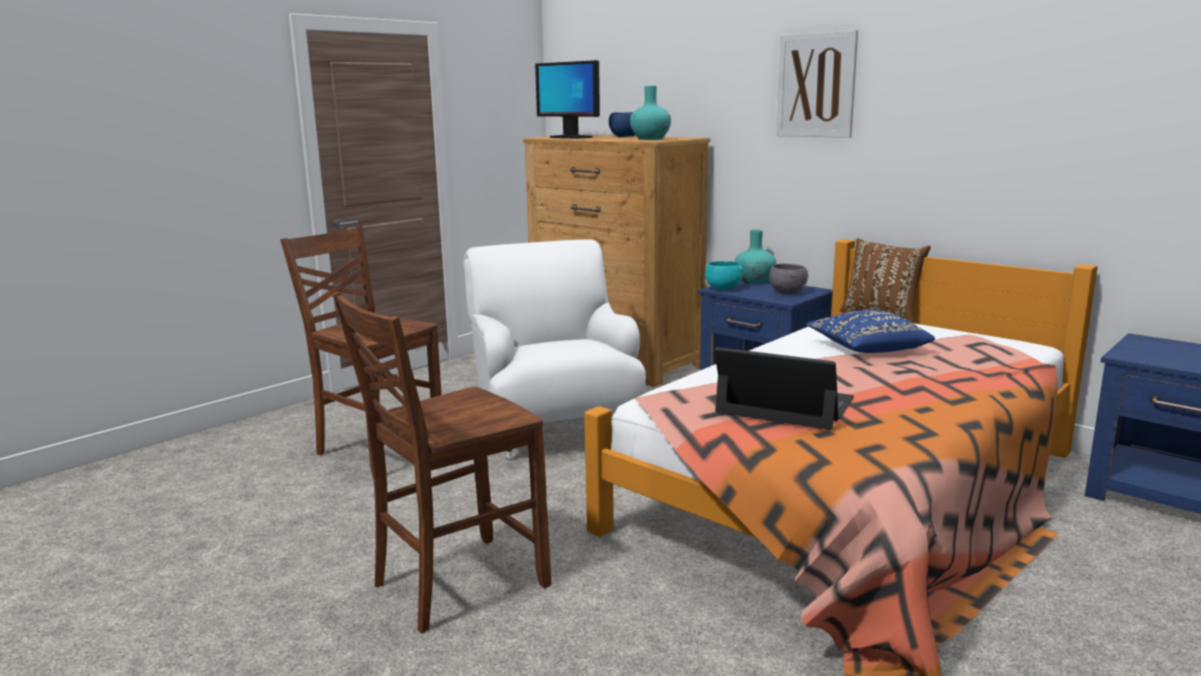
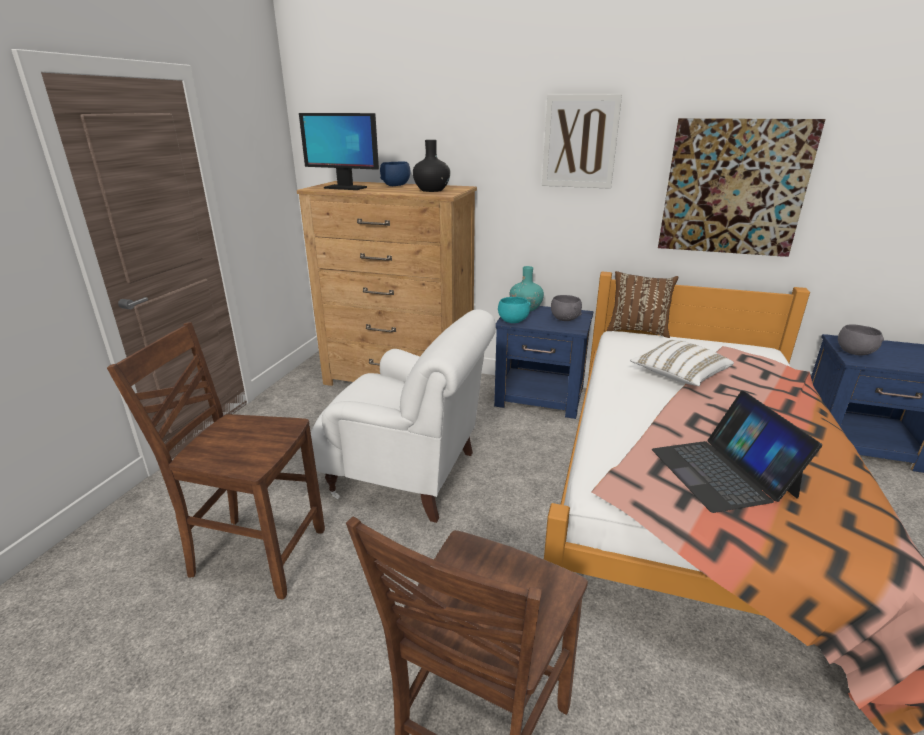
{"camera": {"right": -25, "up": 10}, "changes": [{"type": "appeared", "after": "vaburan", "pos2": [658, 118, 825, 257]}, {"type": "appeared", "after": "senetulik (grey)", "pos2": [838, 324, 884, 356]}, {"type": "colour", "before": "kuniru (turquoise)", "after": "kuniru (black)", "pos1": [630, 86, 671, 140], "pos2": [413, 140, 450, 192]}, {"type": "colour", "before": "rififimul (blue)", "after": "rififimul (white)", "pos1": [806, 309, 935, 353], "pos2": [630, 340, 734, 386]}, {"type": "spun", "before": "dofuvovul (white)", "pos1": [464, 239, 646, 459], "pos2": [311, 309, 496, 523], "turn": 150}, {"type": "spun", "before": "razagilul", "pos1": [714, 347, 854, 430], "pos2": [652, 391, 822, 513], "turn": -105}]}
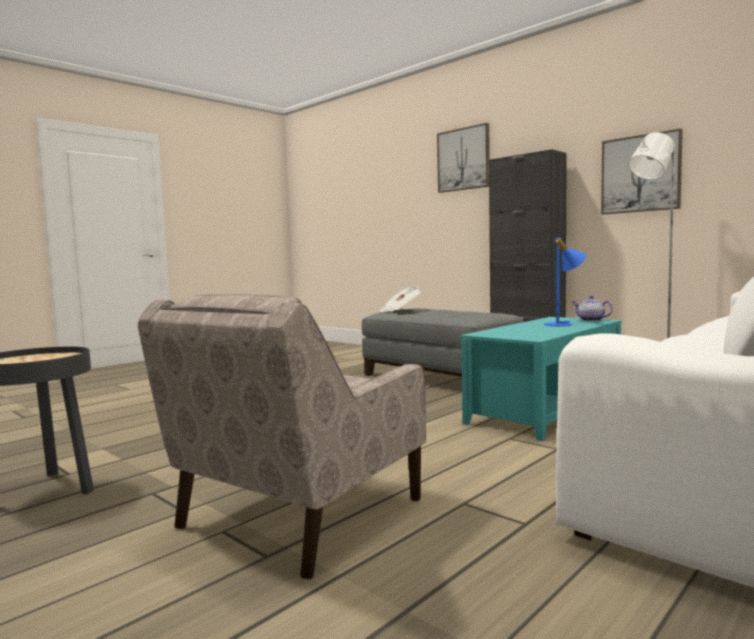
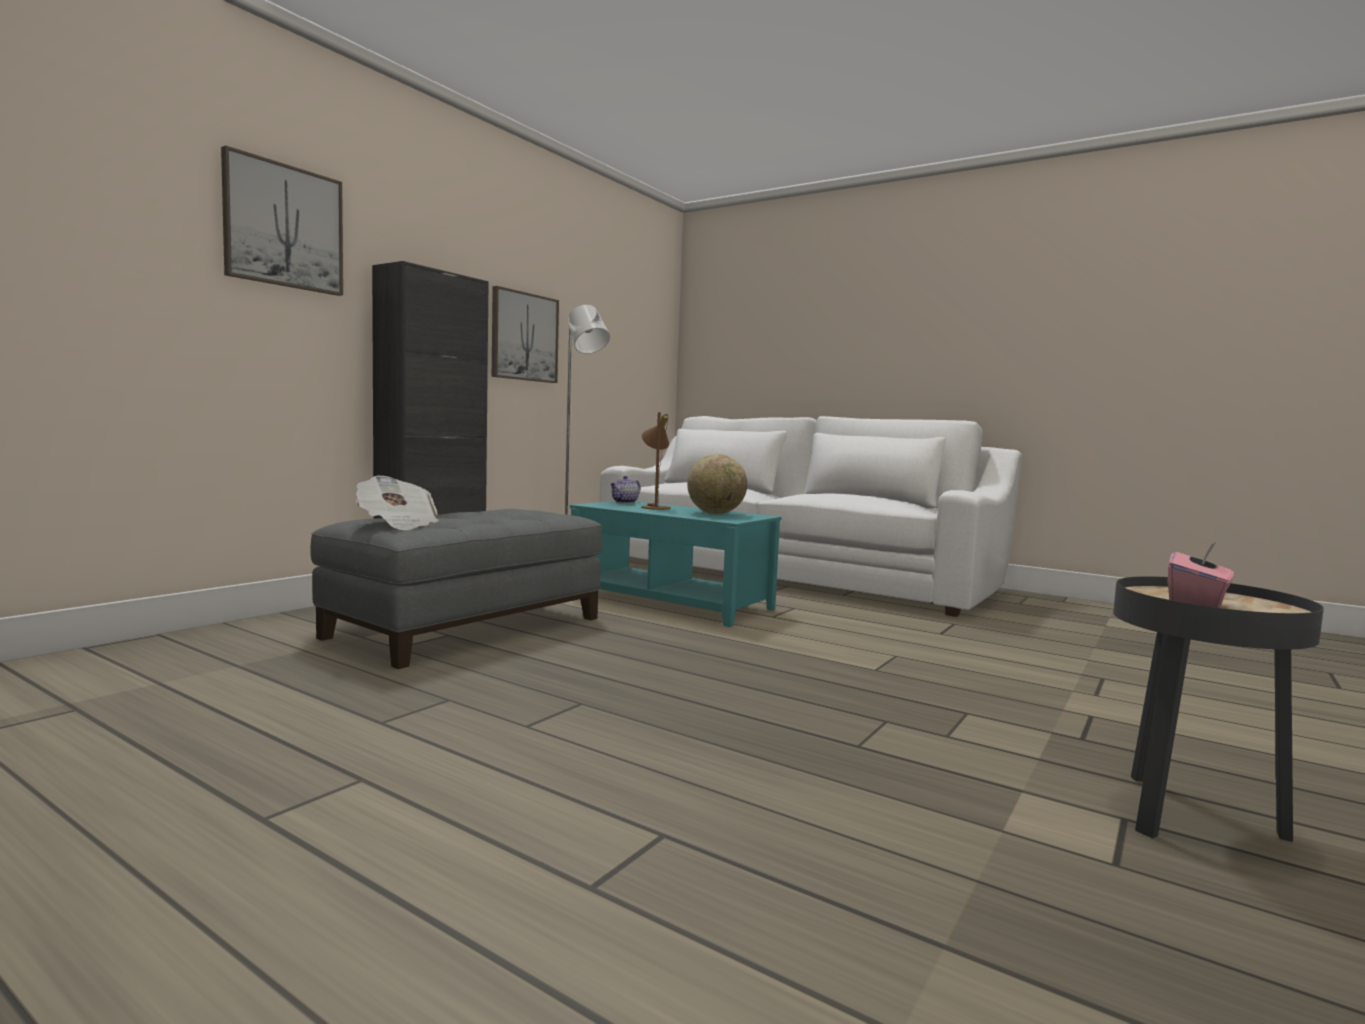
{"camera": {"right": -100, "up": 0}, "changes": [{"type": "missing", "before": "dofuvovul (beige)", "pos1": [138, 294, 426, 579]}, {"type": "appeared", "after": "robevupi", "pos2": [687, 454, 747, 514]}, {"type": "appeared", "after": "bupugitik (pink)", "pos2": [1168, 541, 1234, 608]}, {"type": "colour", "before": "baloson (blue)", "after": "baloson (brown)", "pos1": [544, 237, 586, 326], "pos2": [641, 412, 671, 510]}]}
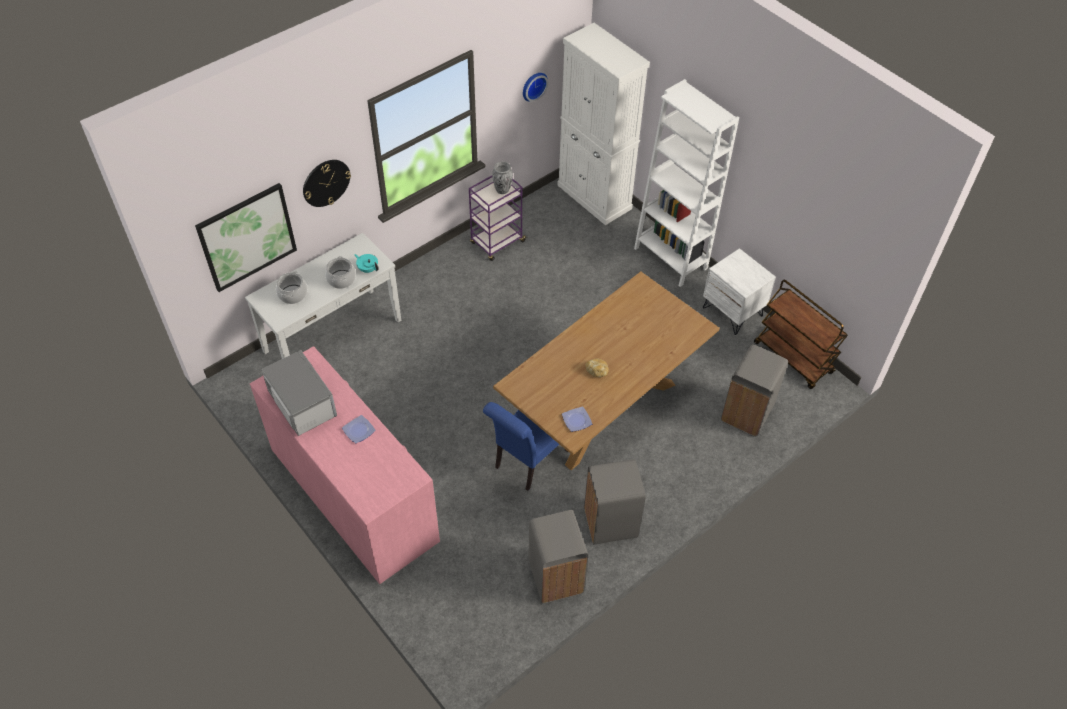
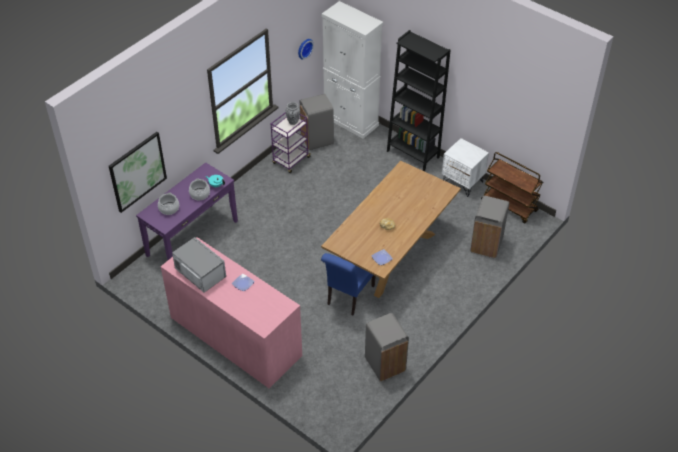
{"camera": {"right": -10, "up": -5}, "changes": [{"type": "missing", "before": "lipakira", "pos1": [303, 160, 351, 207]}, {"type": "relocated", "before": "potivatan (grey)", "pos1": [584, 459, 646, 545], "pos2": [300, 94, 334, 150]}, {"type": "colour", "before": "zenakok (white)", "after": "zenakok (purple)", "pos1": [245, 233, 401, 359], "pos2": [136, 162, 238, 260]}, {"type": "colour", "before": "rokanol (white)", "after": "rokanol (black)", "pos1": [634, 79, 739, 287], "pos2": [387, 30, 451, 171]}]}
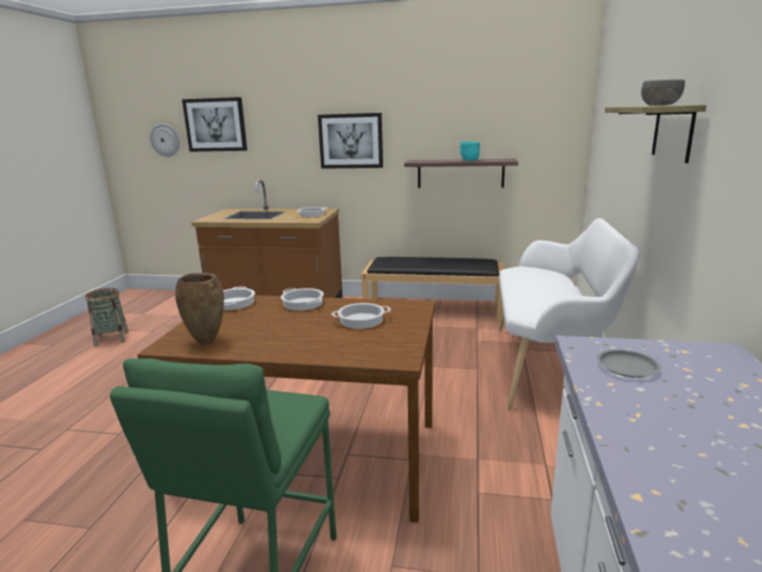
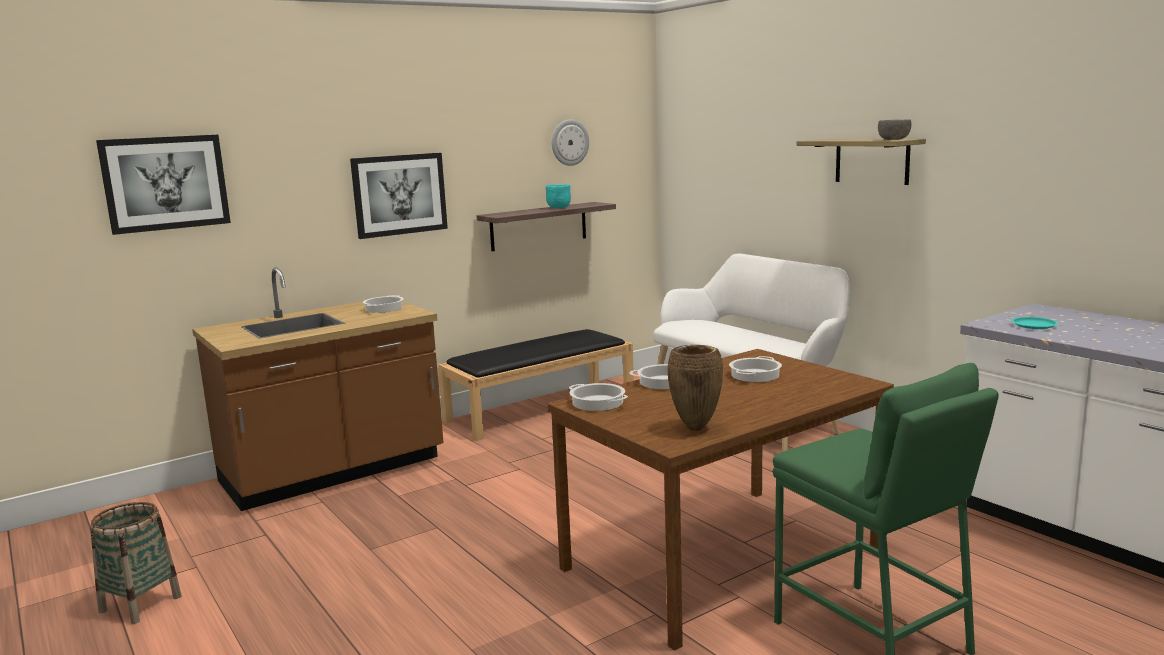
{"camera": {"right": -45, "up": -5}, "changes": [{"type": "relocated", "before": "lipakira", "pos1": [150, 123, 180, 157], "pos2": [552, 119, 589, 166]}, {"type": "colour", "before": "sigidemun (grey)", "after": "sigidemun (turquoise)", "pos1": [597, 350, 661, 378], "pos2": [1011, 317, 1058, 329]}]}
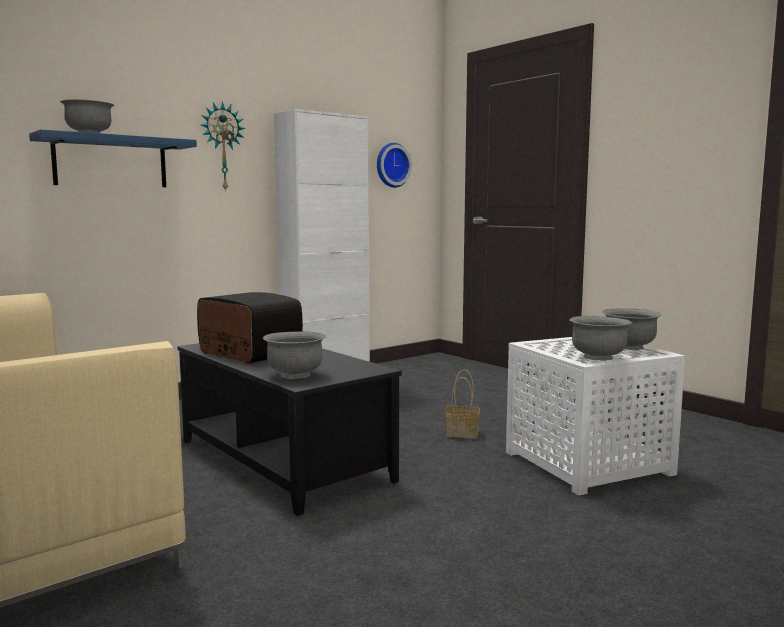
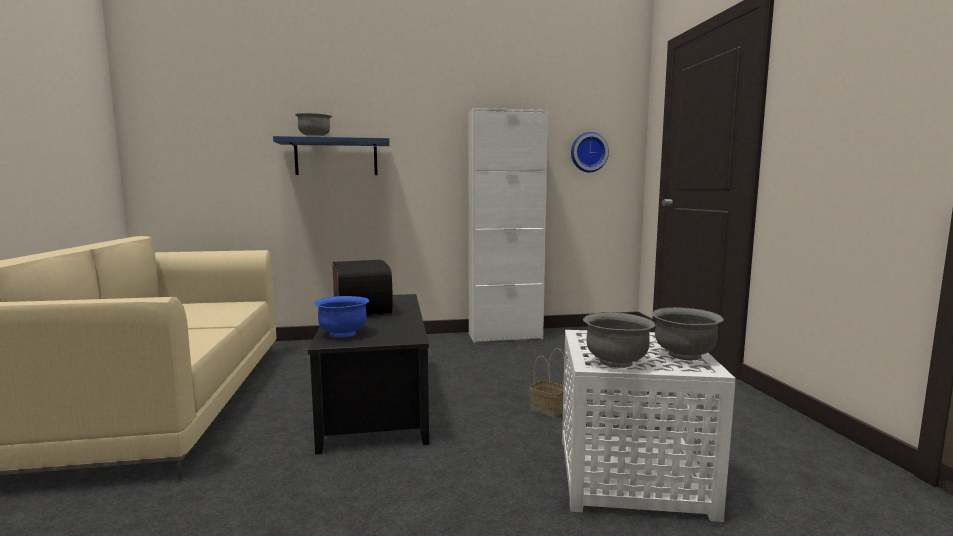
{"camera": {"right": 30, "up": 0}, "changes": [{"type": "missing", "before": "lipakira", "pos1": [201, 101, 245, 192]}, {"type": "colour", "before": "senetulik (grey)", "after": "senetulik (blue)", "pos1": [263, 331, 326, 379], "pos2": [314, 296, 369, 337]}]}
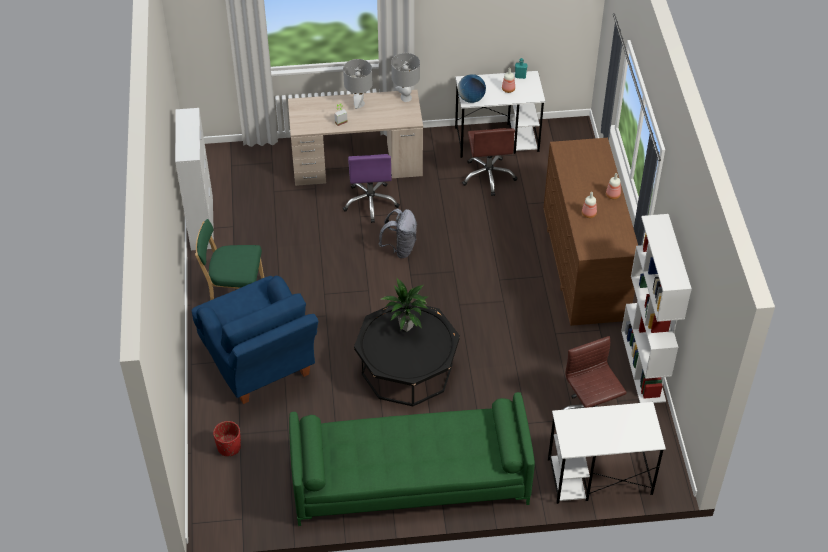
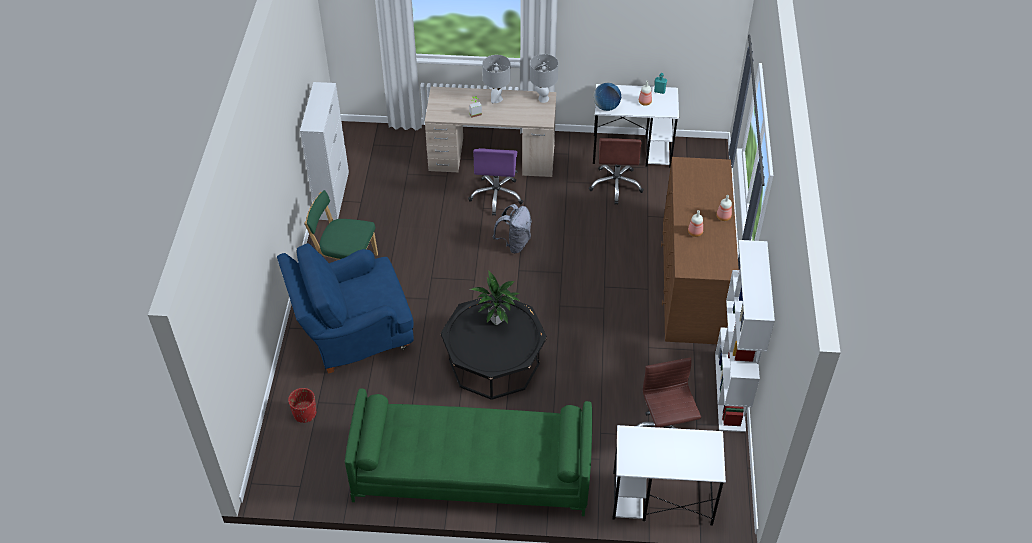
{"camera": {"right": 10, "up": 0}, "changes": [{"type": "spun", "before": "dofuvovul (blue)", "pos1": [192, 276, 319, 404], "pos2": [277, 243, 414, 374], "turn": 90}]}
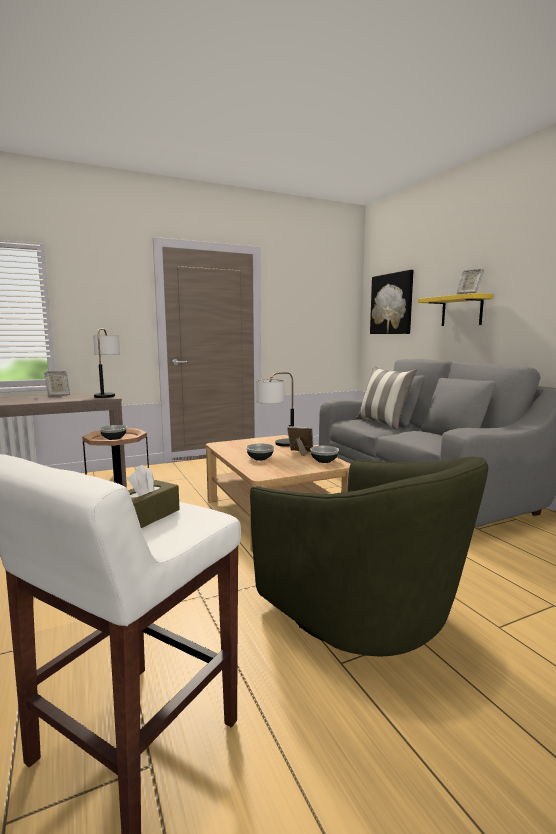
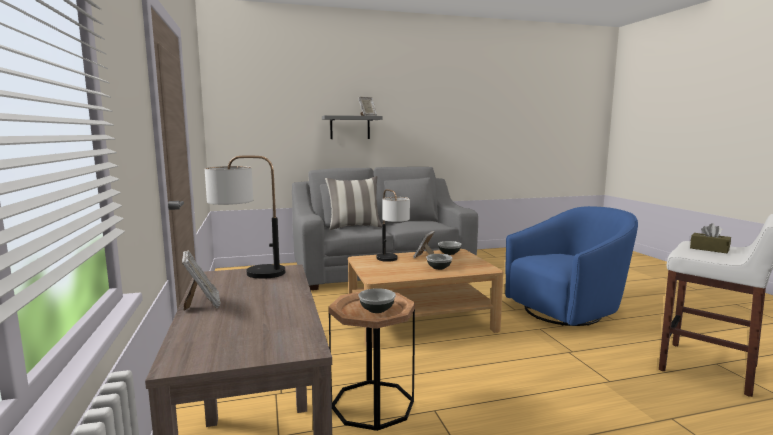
{"camera": {"right": -80, "up": 0}, "changes": [{"type": "missing", "before": "vaburan", "pos1": [370, 270, 414, 334]}, {"type": "colour", "before": "dofuvovul (green)", "after": "dofuvovul (blue)", "pos1": [250, 457, 488, 656], "pos2": [505, 206, 638, 326]}, {"type": "colour", "before": "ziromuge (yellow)", "after": "ziromuge (grey)", "pos1": [418, 293, 493, 326], "pos2": [322, 115, 383, 139]}]}
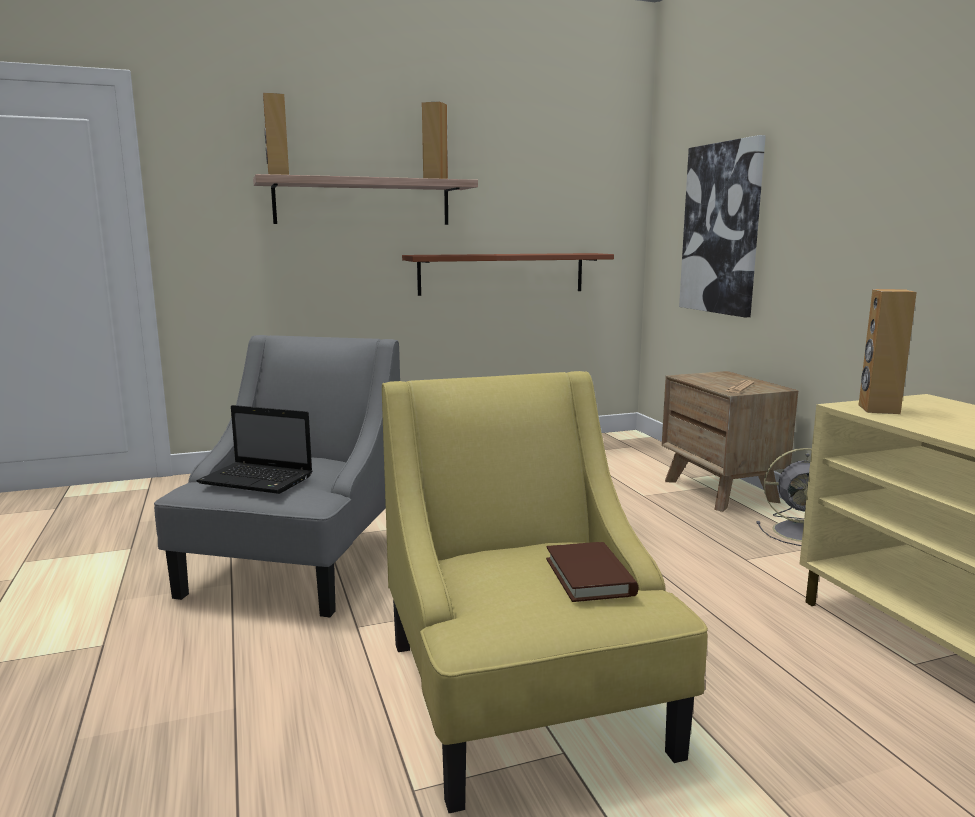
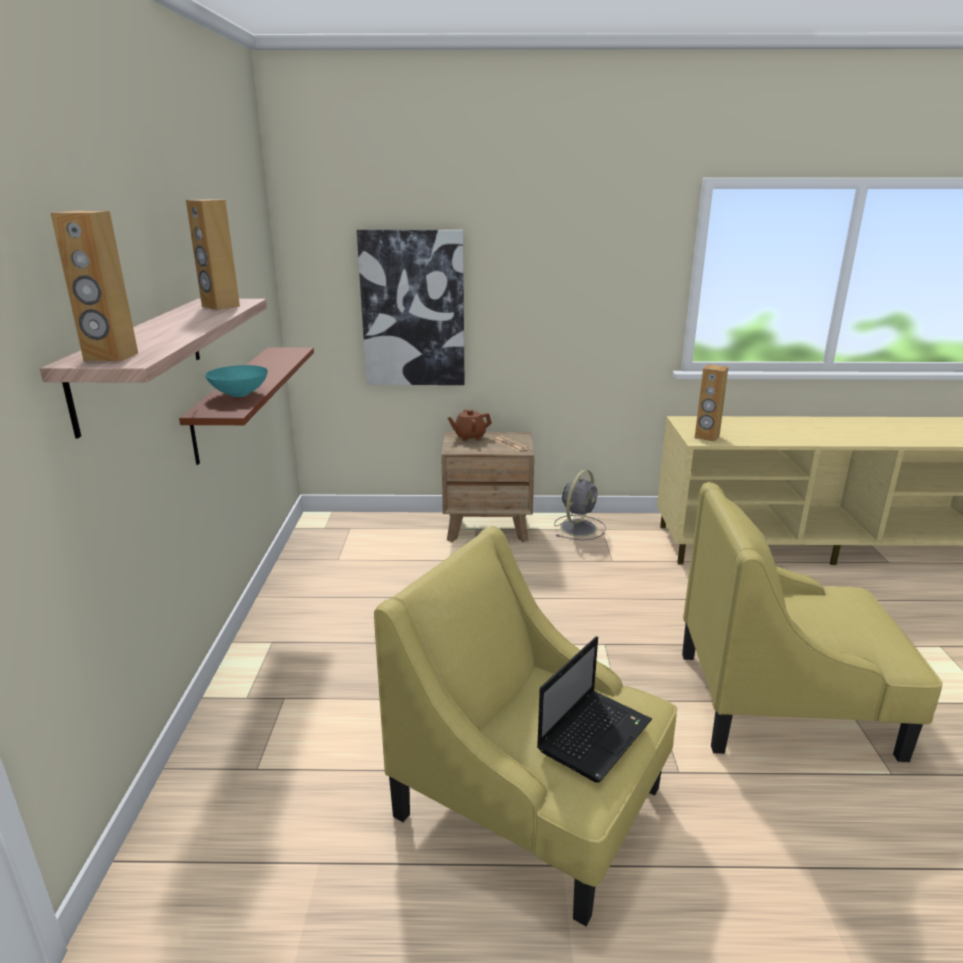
{"camera": {"right": -70, "up": 10}, "changes": [{"type": "missing", "before": "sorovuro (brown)", "pos1": [546, 542, 638, 602]}, {"type": "appeared", "after": "senetulik (turquoise)", "pos2": [205, 365, 268, 397]}, {"type": "appeared", "after": "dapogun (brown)", "pos2": [447, 409, 492, 441]}, {"type": "colour", "before": "dofuvovul (grey)", "after": "dofuvovul (yellow)", "pos1": [154, 335, 400, 617], "pos2": [374, 526, 677, 926]}]}
